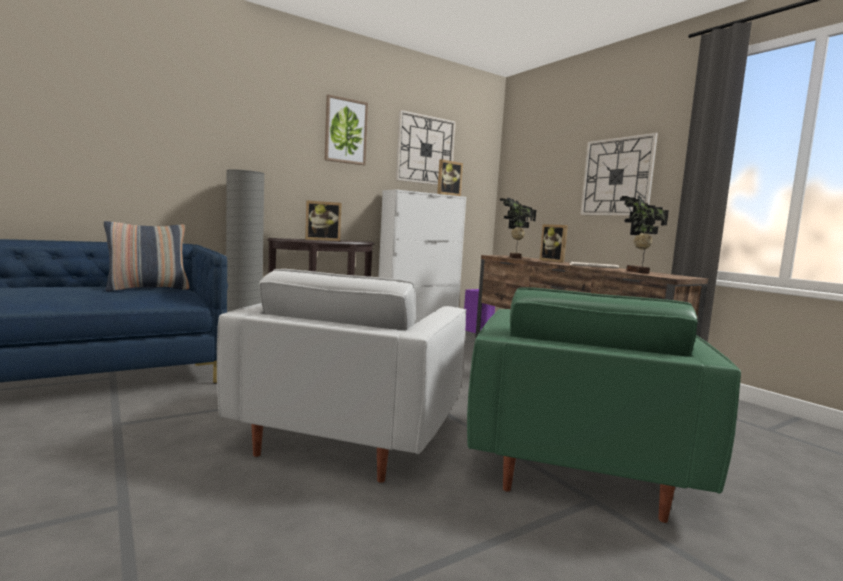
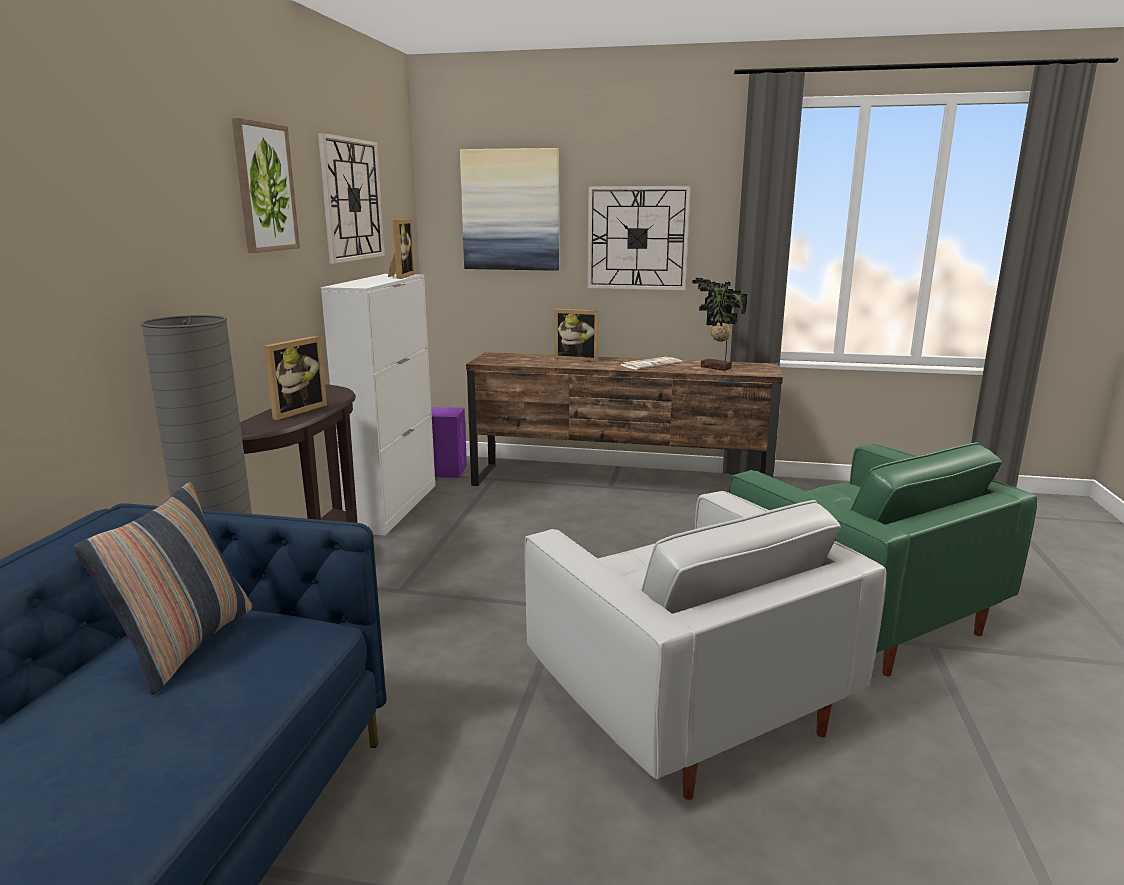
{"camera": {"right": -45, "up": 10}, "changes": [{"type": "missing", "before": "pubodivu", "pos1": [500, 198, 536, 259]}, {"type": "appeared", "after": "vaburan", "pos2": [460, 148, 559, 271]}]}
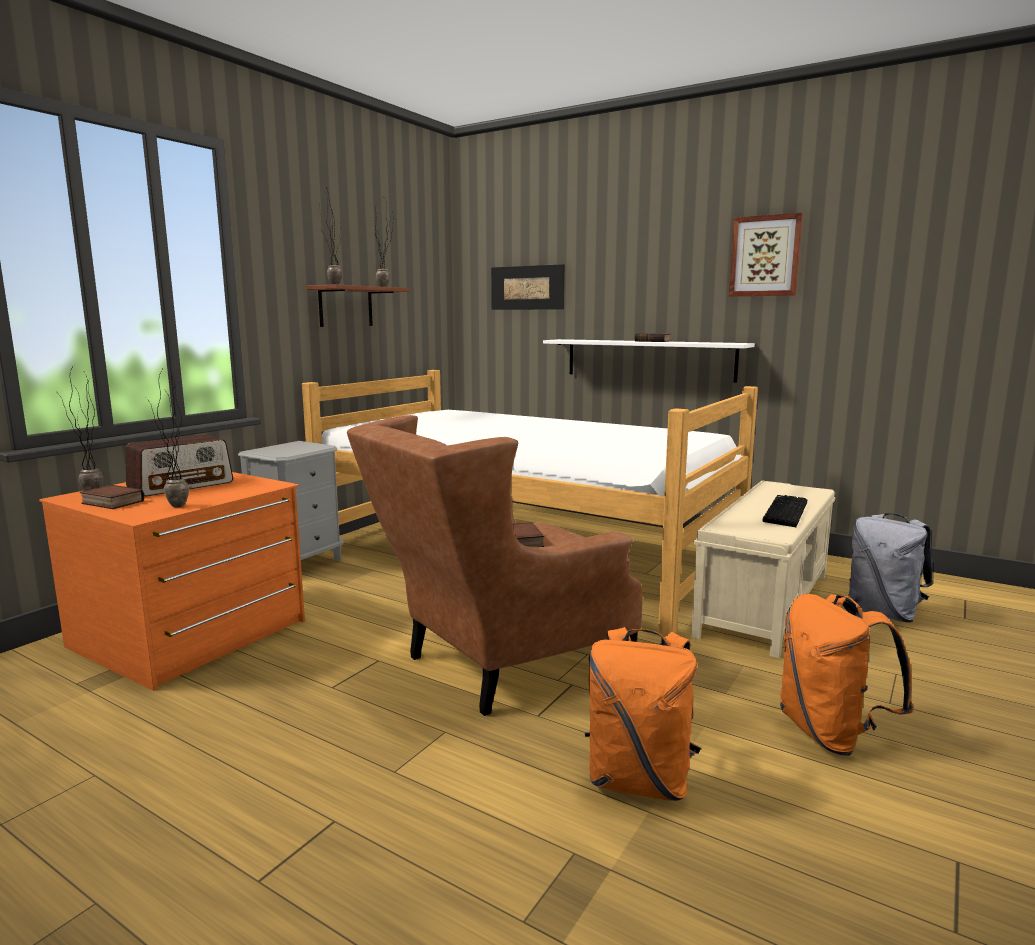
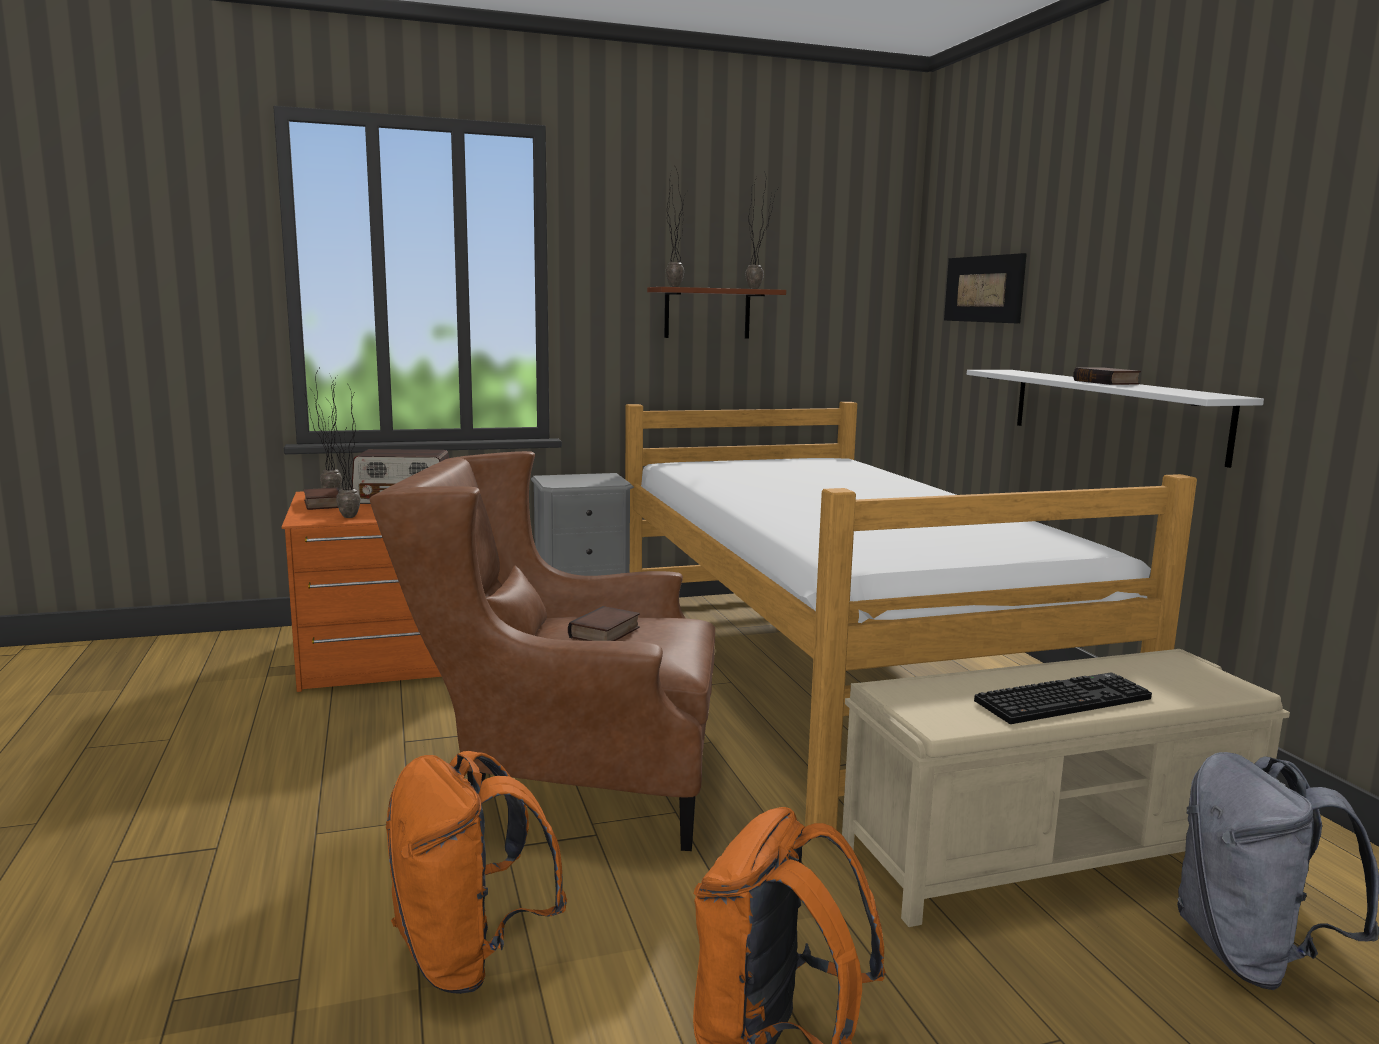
{"camera": {"right": 40, "up": 0}, "changes": [{"type": "missing", "before": "vaburan", "pos1": [729, 213, 803, 296]}]}
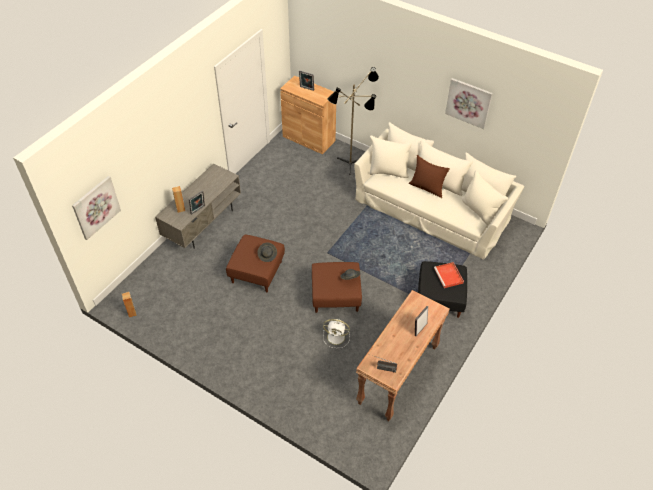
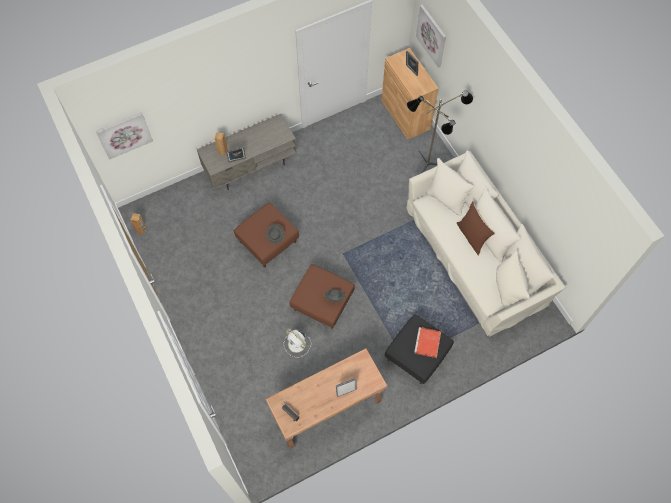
{"camera": {"right": 30, "up": 15}, "changes": [{"type": "relocated", "before": "vaburan", "pos1": [445, 78, 493, 129], "pos2": [416, 5, 446, 68]}]}
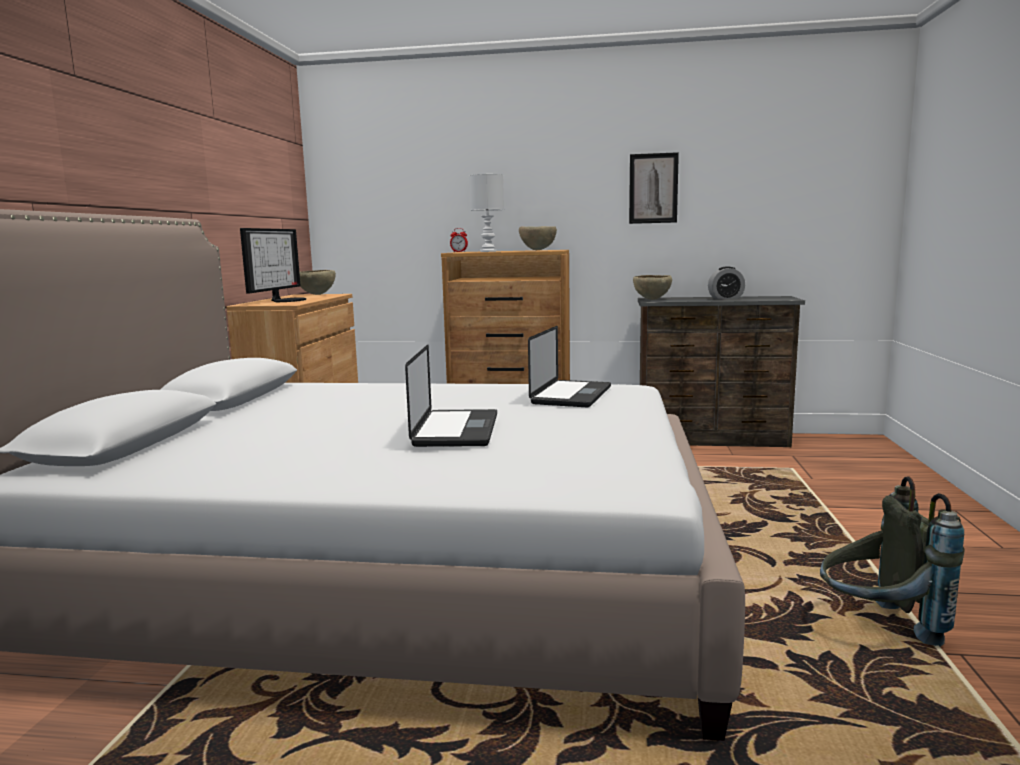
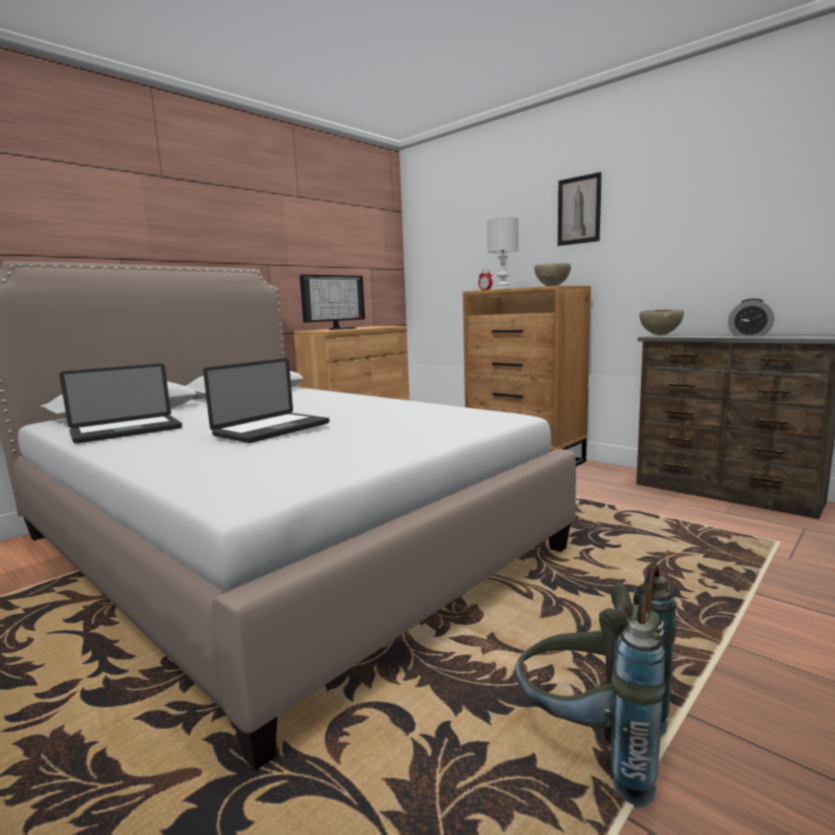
{"camera": {"right": 35, "up": 0}, "changes": [{"type": "missing", "before": "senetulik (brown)", "pos1": [299, 270, 336, 295]}, {"type": "relocated", "before": "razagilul", "pos1": [528, 326, 611, 407], "pos2": [59, 363, 182, 443]}, {"type": "relocated", "before": "vaburan", "pos1": [629, 152, 679, 224], "pos2": [558, 172, 602, 246]}]}
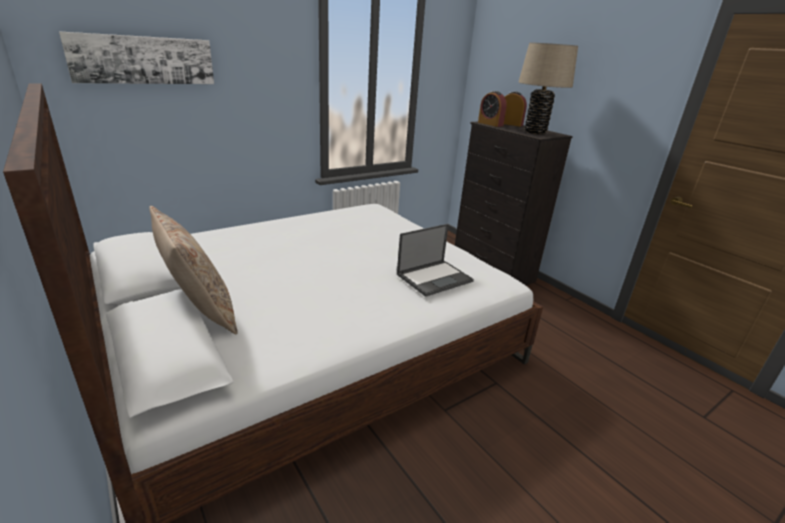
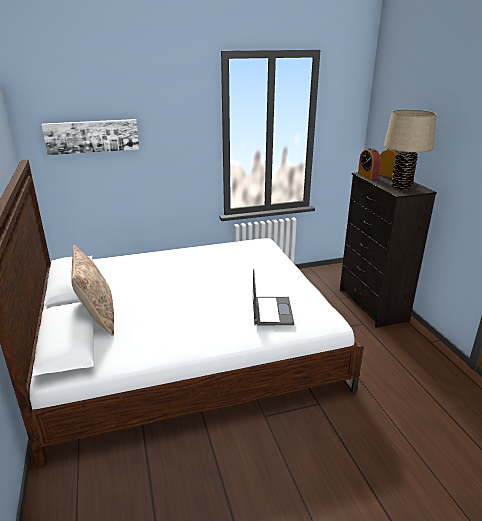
{"camera": {"right": 20, "up": 0}, "changes": [{"type": "spun", "before": "razagilul", "pos1": [397, 224, 474, 297], "pos2": [253, 269, 294, 326], "turn": -75}]}
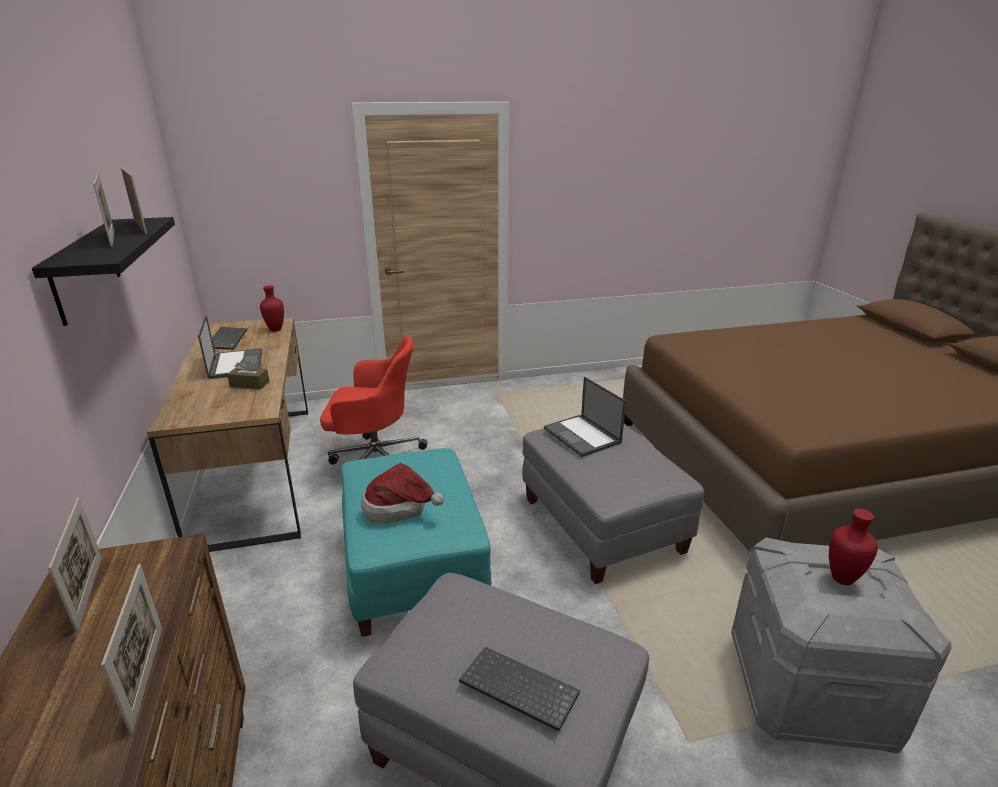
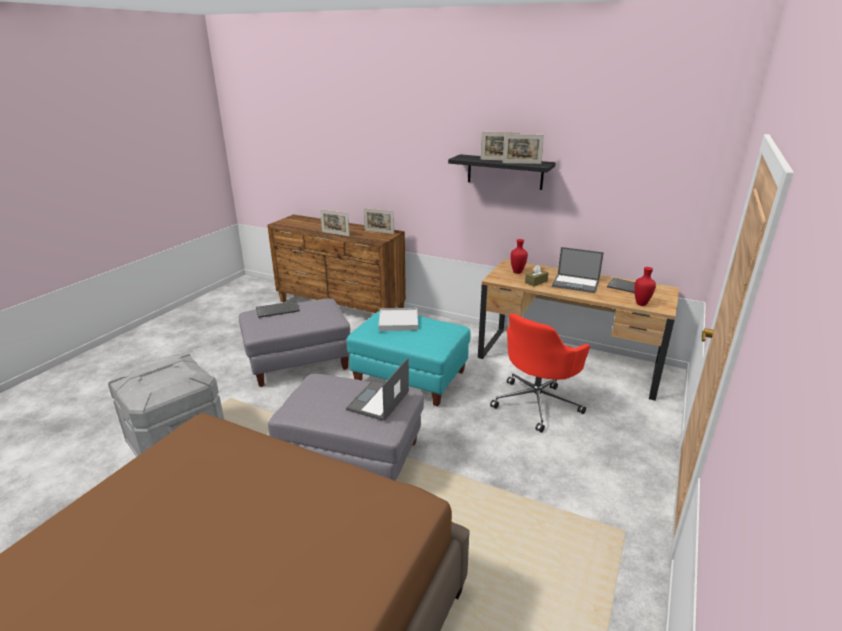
{"camera": {"right": 130, "up": 0}, "changes": [{"type": "relocated", "before": "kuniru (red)", "pos1": [829, 509, 878, 585], "pos2": [510, 239, 528, 274]}, {"type": "exchanged", "before": "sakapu", "after": "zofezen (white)", "pos1": [361, 463, 444, 523], "pos2": [379, 308, 418, 331]}, {"type": "spun", "before": "razagilul", "pos1": [544, 377, 626, 457], "pos2": [346, 358, 409, 421], "turn": -75}]}
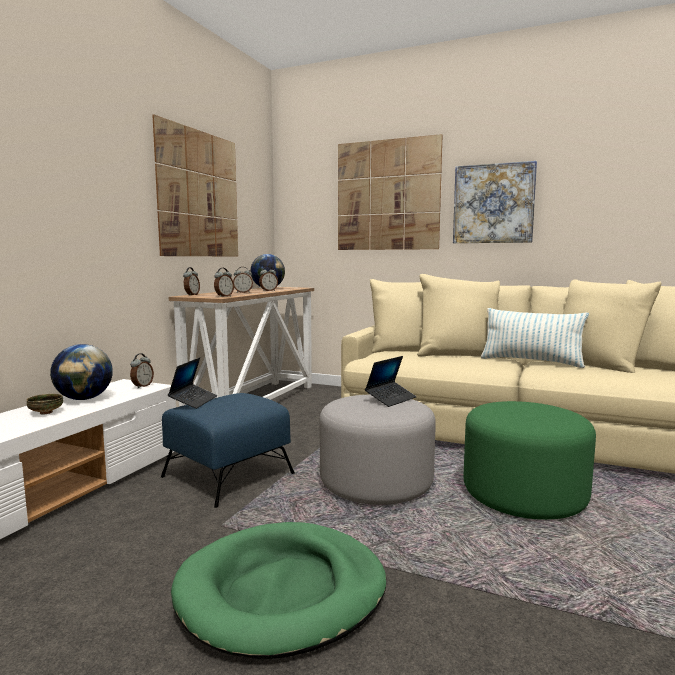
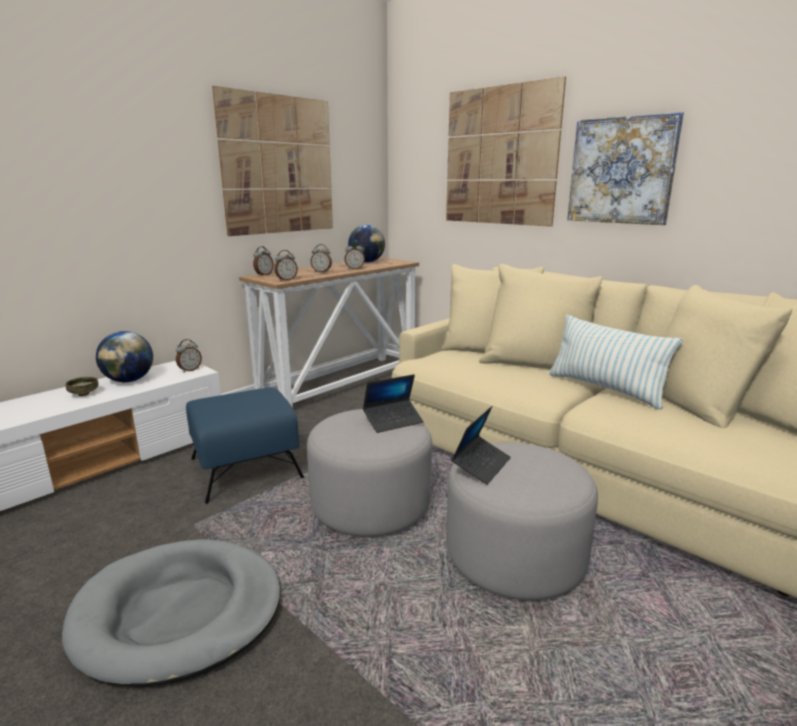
{"camera": {"right": 20, "up": 10}, "changes": [{"type": "relocated", "before": "razagilul", "pos1": [168, 357, 217, 409], "pos2": [451, 406, 511, 485]}, {"type": "colour", "before": "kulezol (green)", "after": "kulezol (grey)", "pos1": [171, 522, 386, 660], "pos2": [62, 539, 281, 687]}, {"type": "colour", "before": "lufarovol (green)", "after": "lufarovol (grey)", "pos1": [464, 401, 596, 520], "pos2": [446, 443, 598, 600]}]}
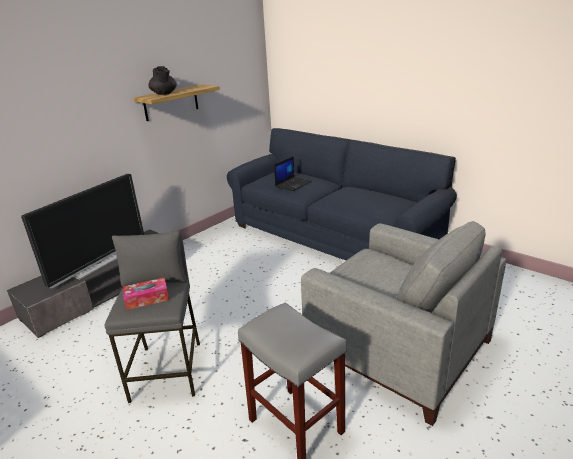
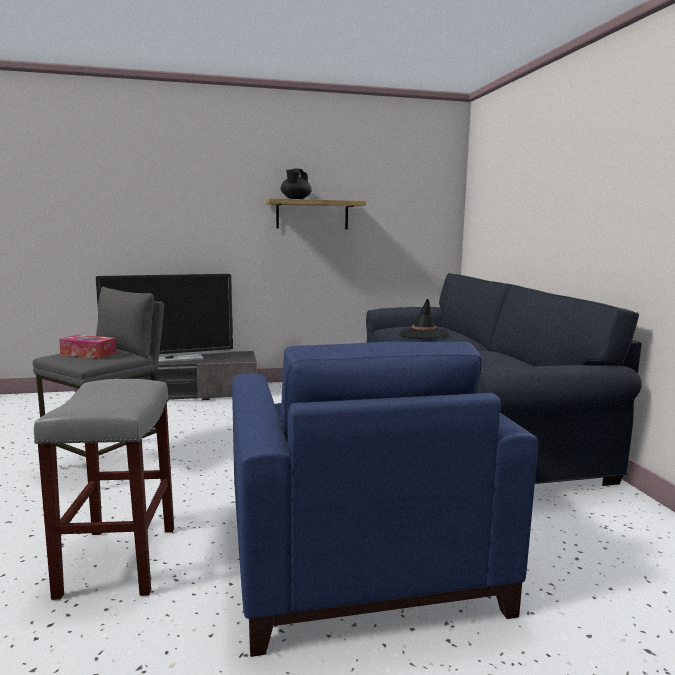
{"camera": {"right": 35, "up": -15}, "changes": [{"type": "exchanged", "before": "razagilul", "after": "sakapu (black)", "pos1": [274, 156, 312, 191], "pos2": [399, 299, 449, 338]}, {"type": "colour", "before": "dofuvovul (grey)", "after": "dofuvovul (blue)", "pos1": [301, 221, 507, 426], "pos2": [232, 342, 538, 657]}]}
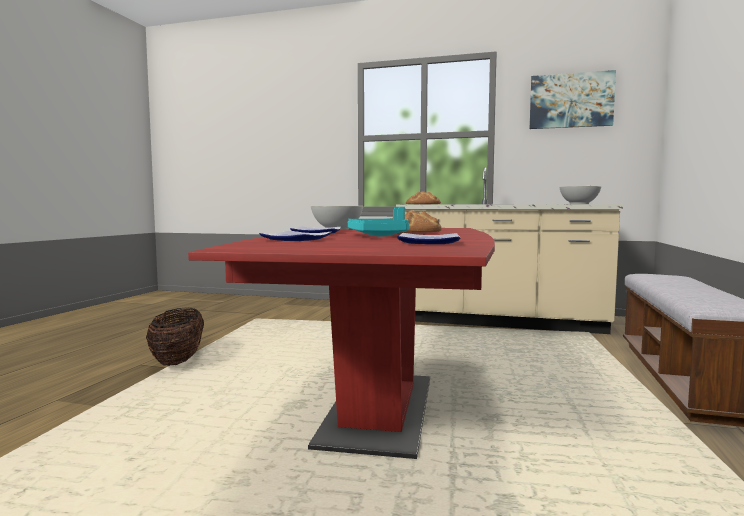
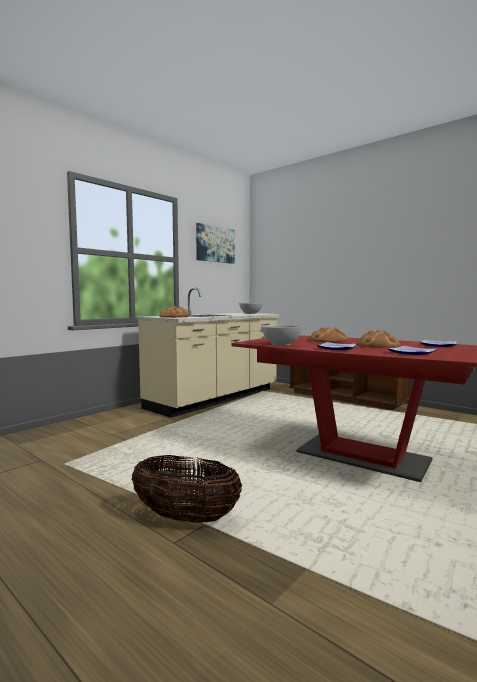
{"camera": {"right": -65, "up": 0}, "changes": [{"type": "exchanged", "before": "zofezen (turquoise)", "after": "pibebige", "pos1": [348, 207, 409, 237], "pos2": [357, 330, 401, 348]}]}
